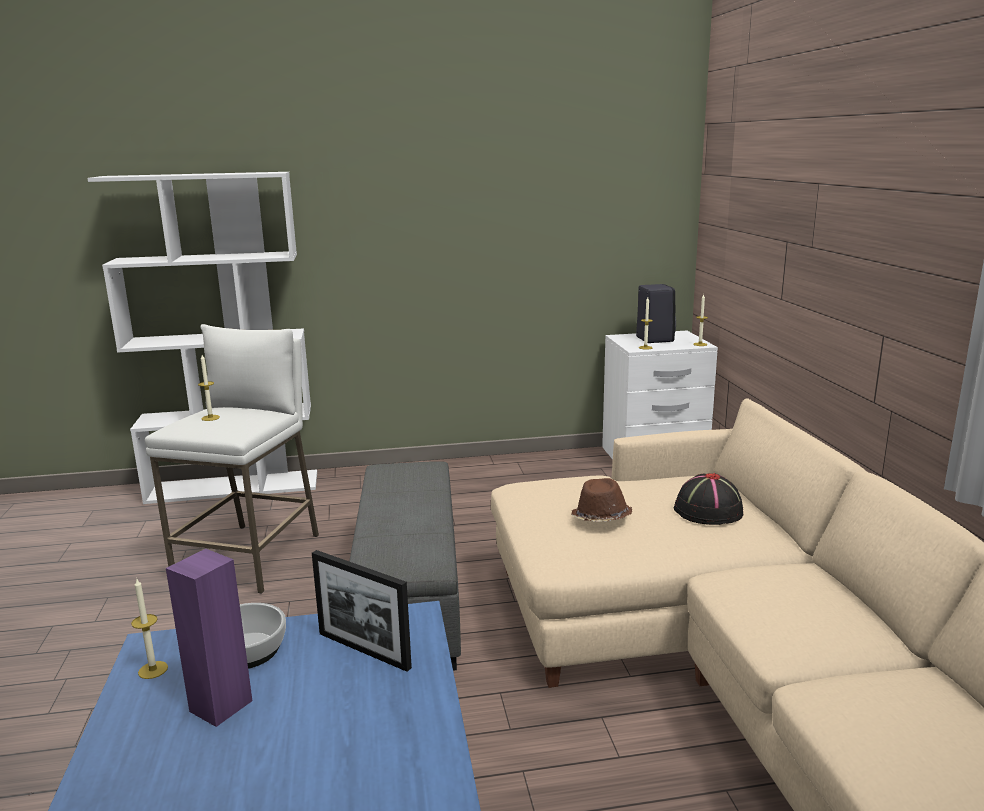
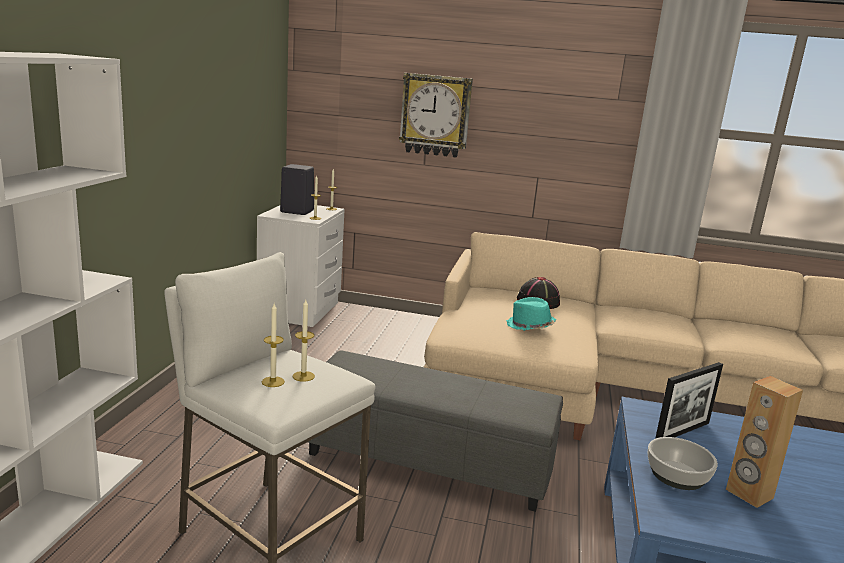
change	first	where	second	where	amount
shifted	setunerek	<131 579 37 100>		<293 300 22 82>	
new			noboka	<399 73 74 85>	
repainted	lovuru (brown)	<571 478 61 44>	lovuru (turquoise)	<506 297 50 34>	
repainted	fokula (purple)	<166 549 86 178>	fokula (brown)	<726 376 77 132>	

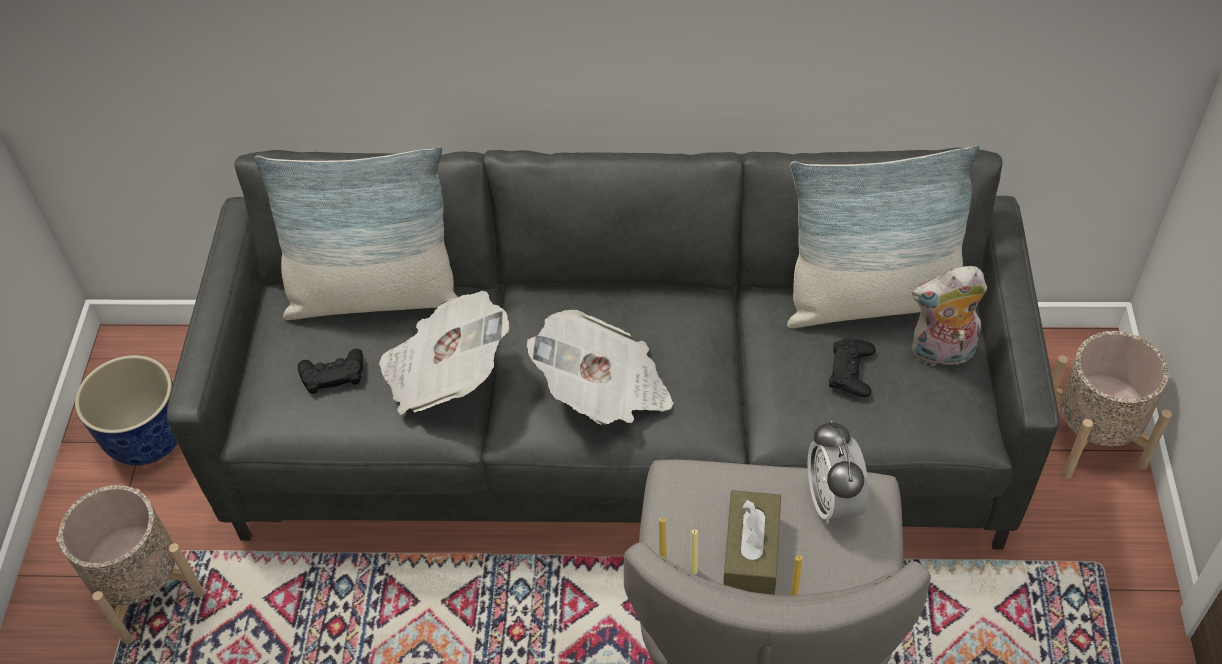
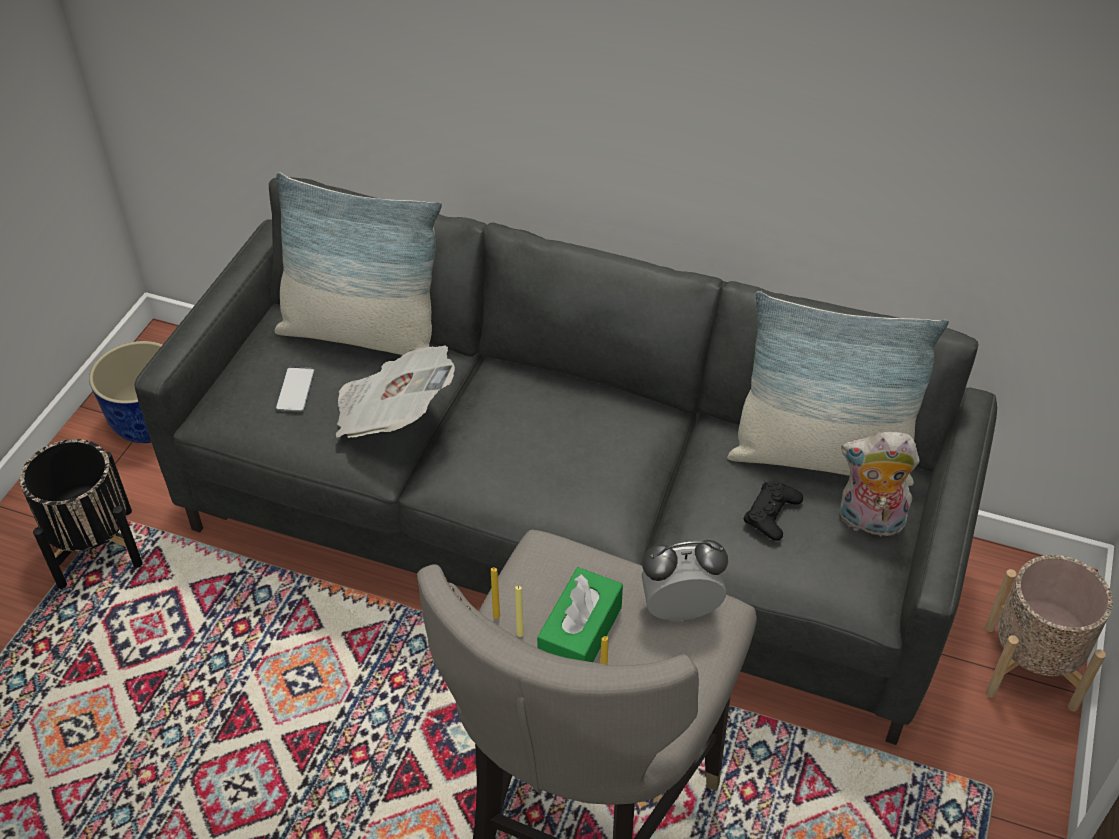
change	first	where	second	where	amount
repainted	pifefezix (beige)	<56 485 148 159>	pifefezix (black)	<20 439 123 150>	
swapped	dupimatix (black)	<298 349 65 45>	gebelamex	<276 367 39 44>	
repainted	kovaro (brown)	<723 490 58 105>	kovaro (green)	<537 567 86 95>	
rotated	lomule	<807 420 62 104>		<641 540 87 81>	75 degrees clockwise
gone	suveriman	<527 310 147 115>			

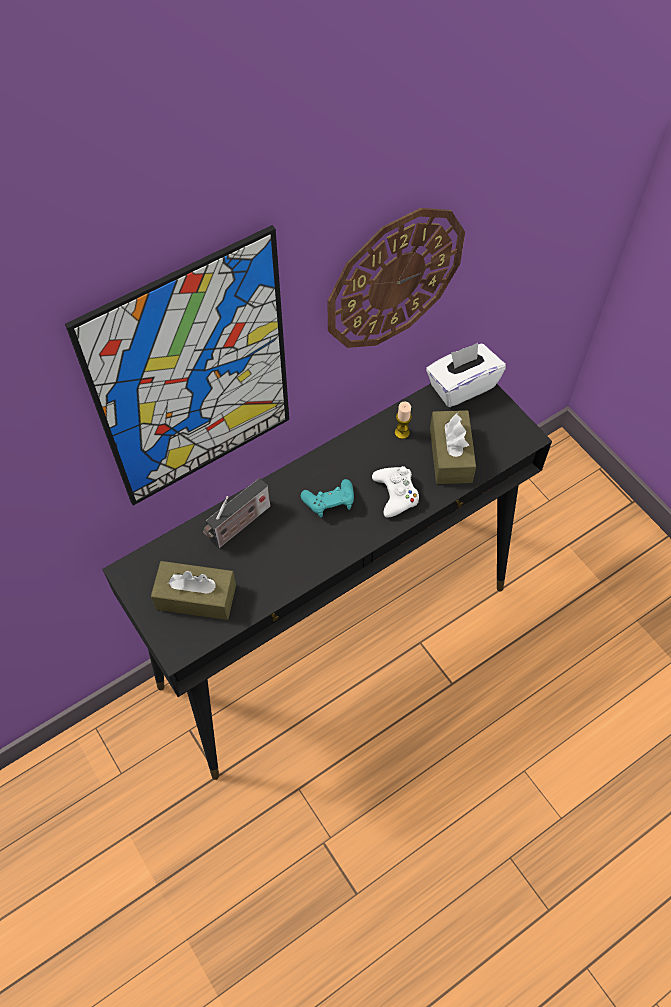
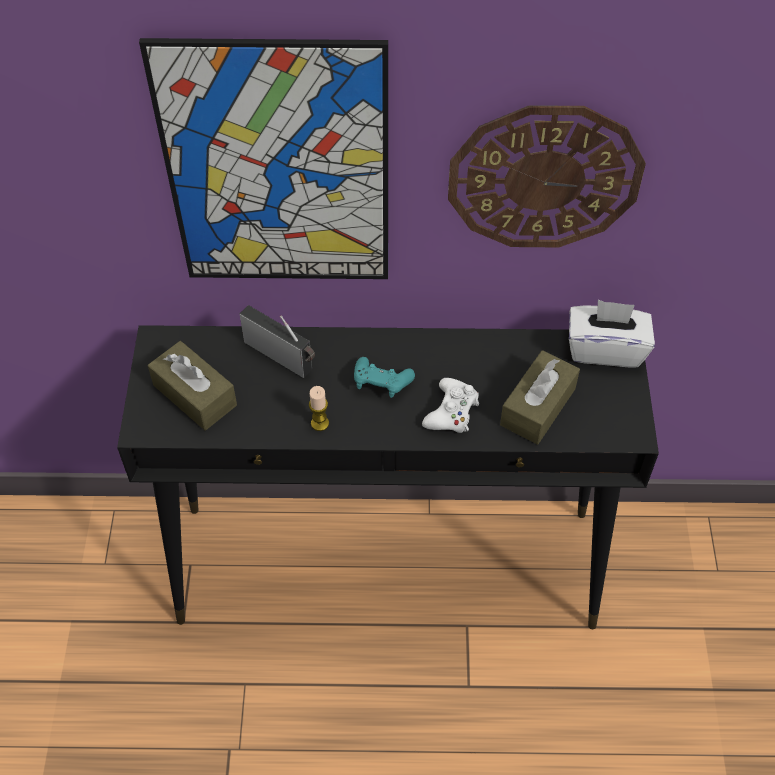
change	first	where	second	where	amount
rotated	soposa	<203 478 67 71>		<240 305 75 73>	135 degrees counterclockwise
shifted	setunerek	<395 401 17 38>		<309 386 20 45>	

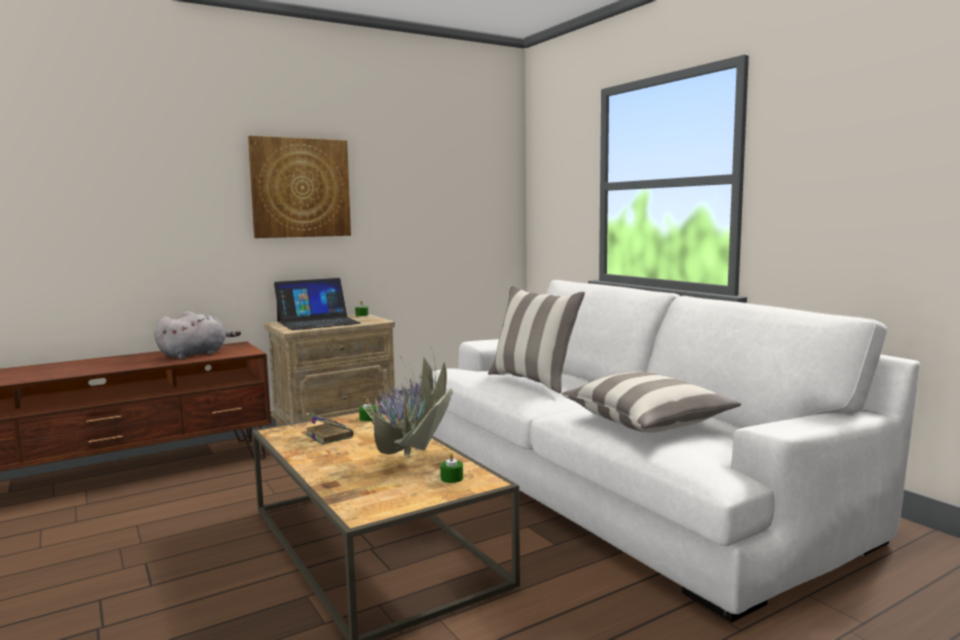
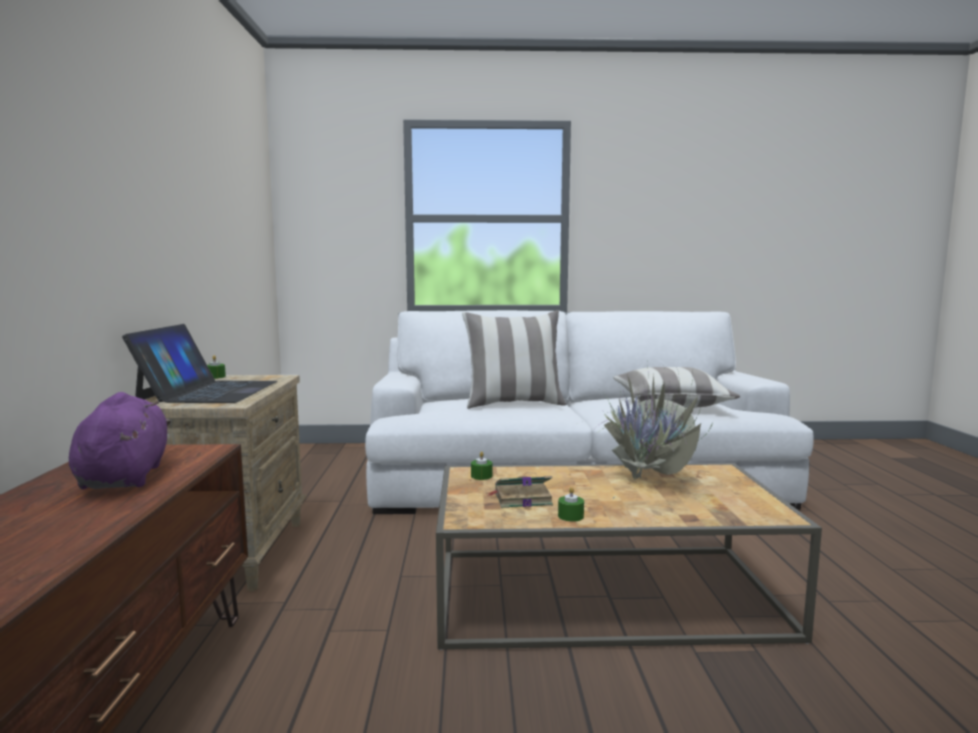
change	first	where	second	where	amount
repainted	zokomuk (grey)	<154 311 87 48>	zokomuk (purple)	<69 392 102 97>	
shifted	setunerek (green)	<440 453 23 30>		<558 487 26 35>	
gone	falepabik	<248 136 103 102>			

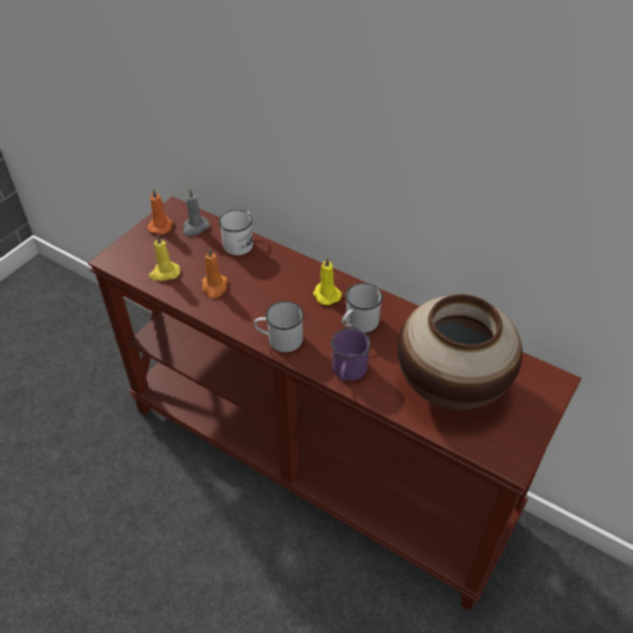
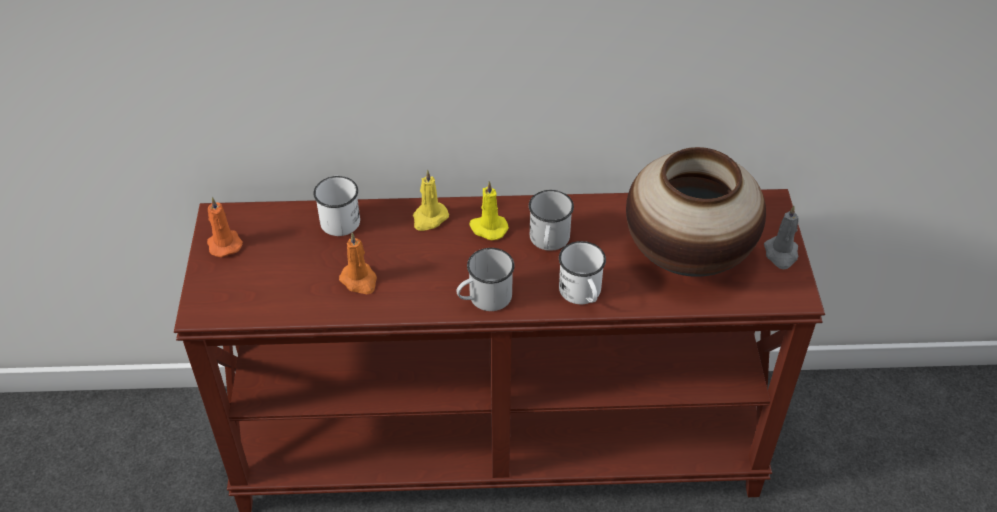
change	first	where	second	where	amount
shifted	setunerek (yellow)	<149 234 31 47>		<413 169 36 62>	
repainted	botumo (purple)	<331 328 40 53>	botumo (white)	<559 241 47 63>	
shifted	setunerek (grey)	<183 189 27 47>		<764 206 35 63>	

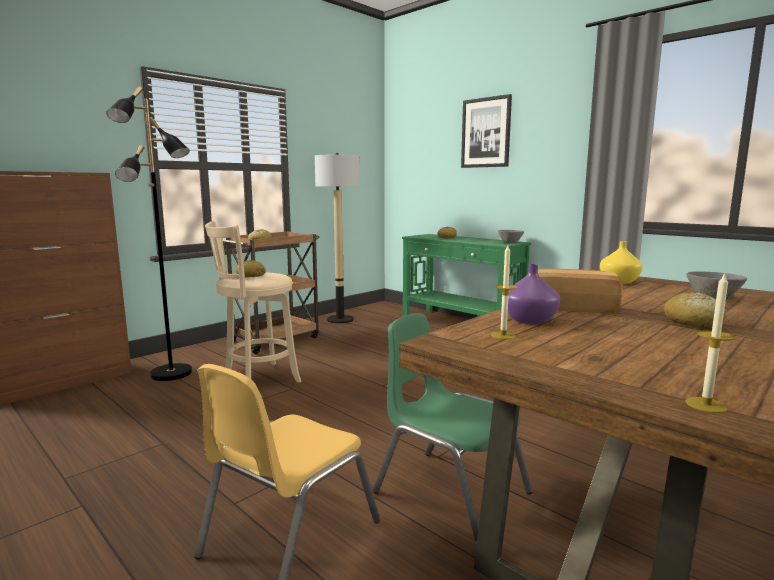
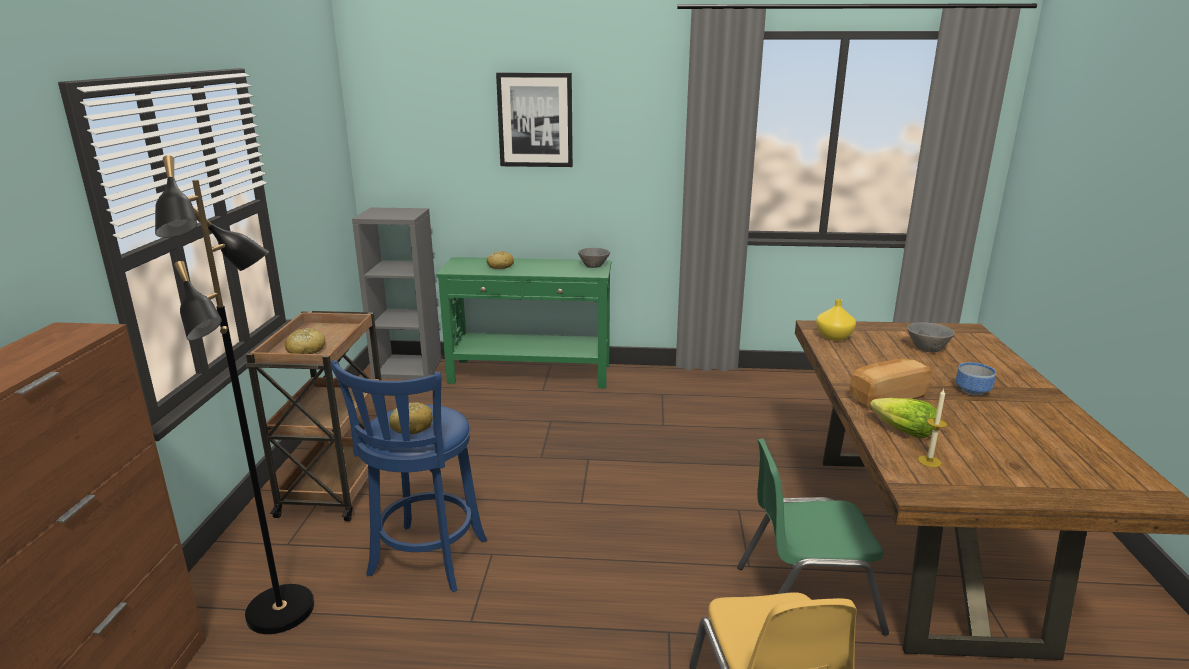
change	first	where	second	where	amount
repainted	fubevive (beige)	<205 221 97 162>	fubevive (blue)	<331 360 157 232>	
new			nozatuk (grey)	<352 207 90 172>	
swapped	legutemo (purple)	<508 264 52 61>	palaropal	<870 398 67 40>	
swapped	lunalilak	<664 292 63 35>	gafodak	<955 362 41 34>	
gone	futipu	<315 153 45 171>			
gone	setunerek	<685 273 50 140>			

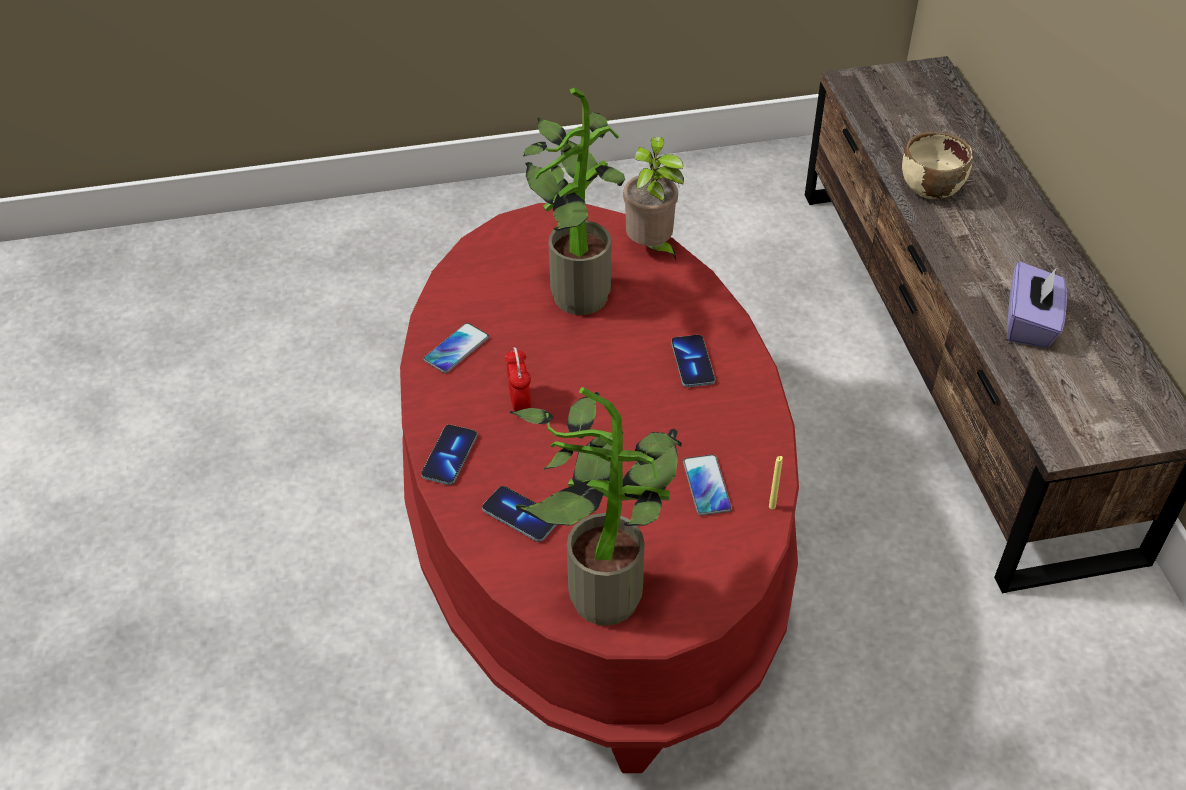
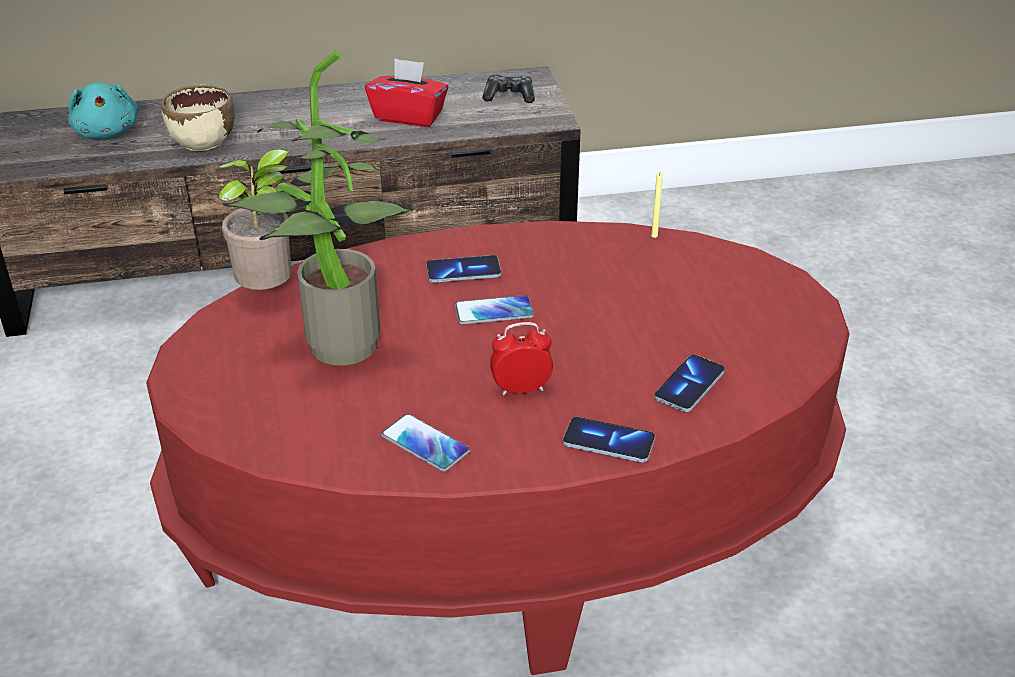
change	first	where	second	where	amount
new			zokomuk (turquoise)	<68 82 70 57>	
repainted	kovaro (purple)	<1007 262 60 86>	kovaro (red)	<365 58 83 69>	
shifted	gebelamex	<683 454 49 62>		<455 295 79 30>	
new			dupimatix	<482 75 53 28>	
gone	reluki	<510 387 172 239>			

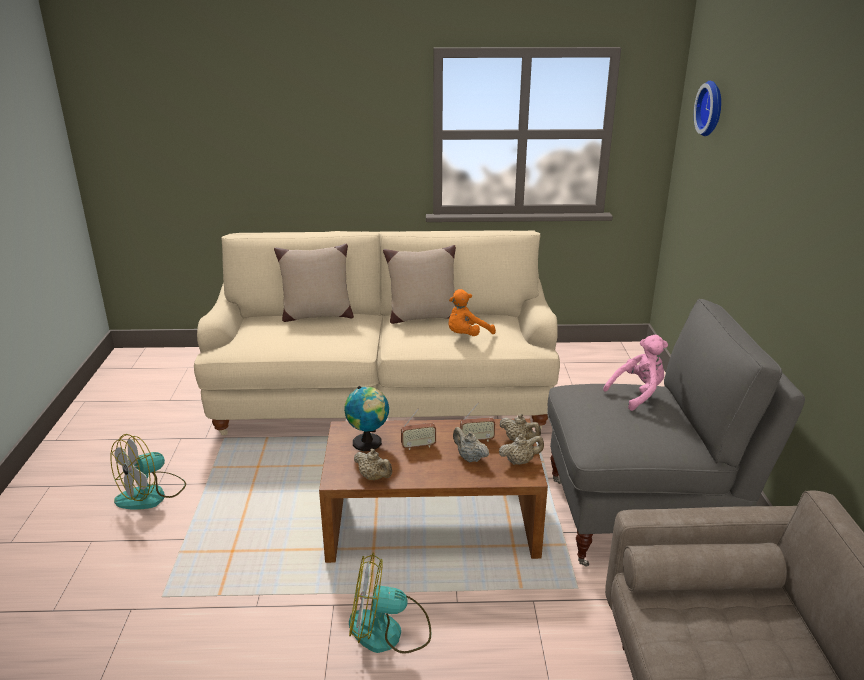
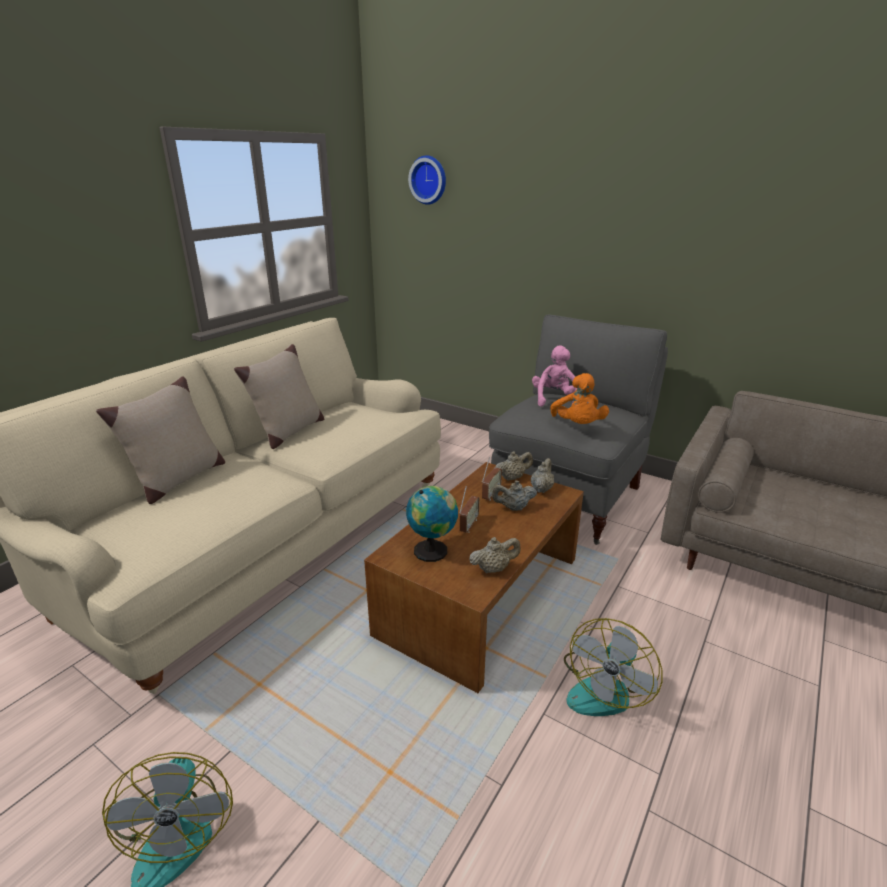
change	first	where	second	where	amount
shifted	zokomuk (orange)	<448 289 48 47>		<550 373 59 51>	

